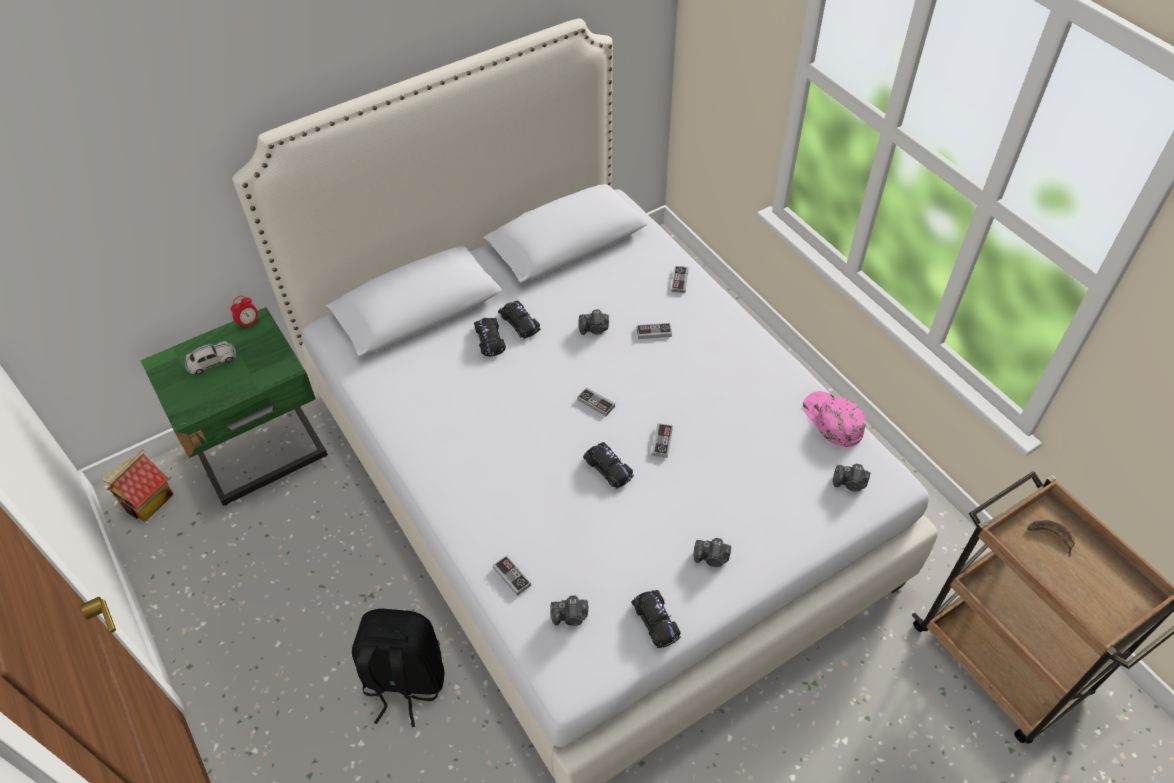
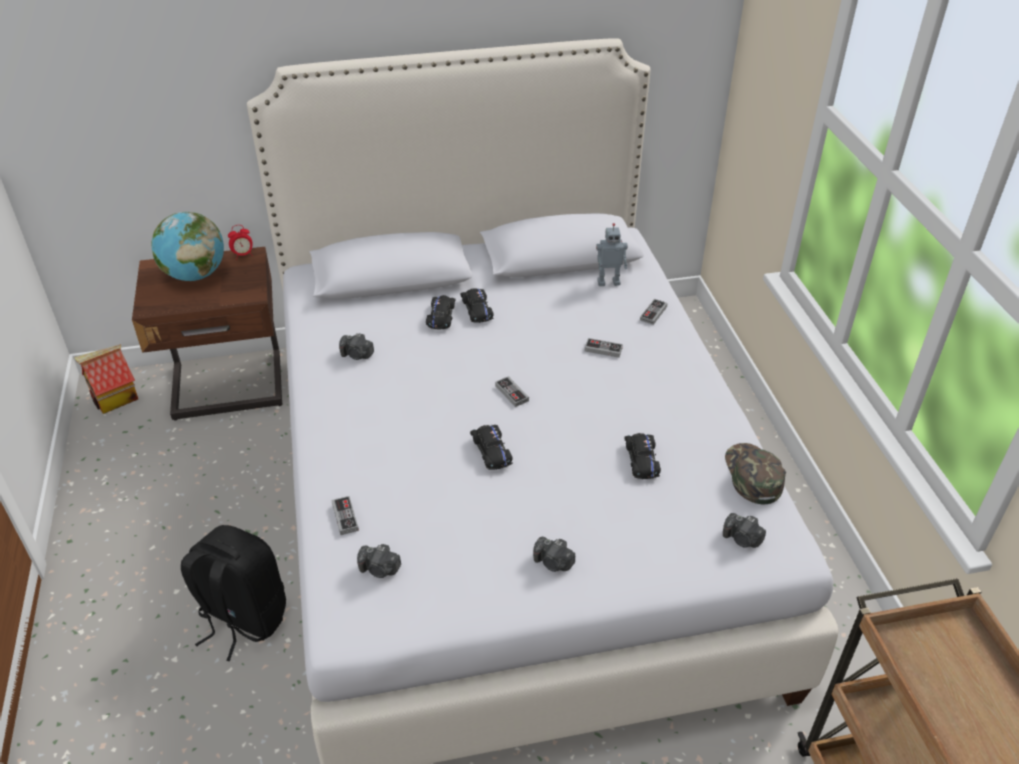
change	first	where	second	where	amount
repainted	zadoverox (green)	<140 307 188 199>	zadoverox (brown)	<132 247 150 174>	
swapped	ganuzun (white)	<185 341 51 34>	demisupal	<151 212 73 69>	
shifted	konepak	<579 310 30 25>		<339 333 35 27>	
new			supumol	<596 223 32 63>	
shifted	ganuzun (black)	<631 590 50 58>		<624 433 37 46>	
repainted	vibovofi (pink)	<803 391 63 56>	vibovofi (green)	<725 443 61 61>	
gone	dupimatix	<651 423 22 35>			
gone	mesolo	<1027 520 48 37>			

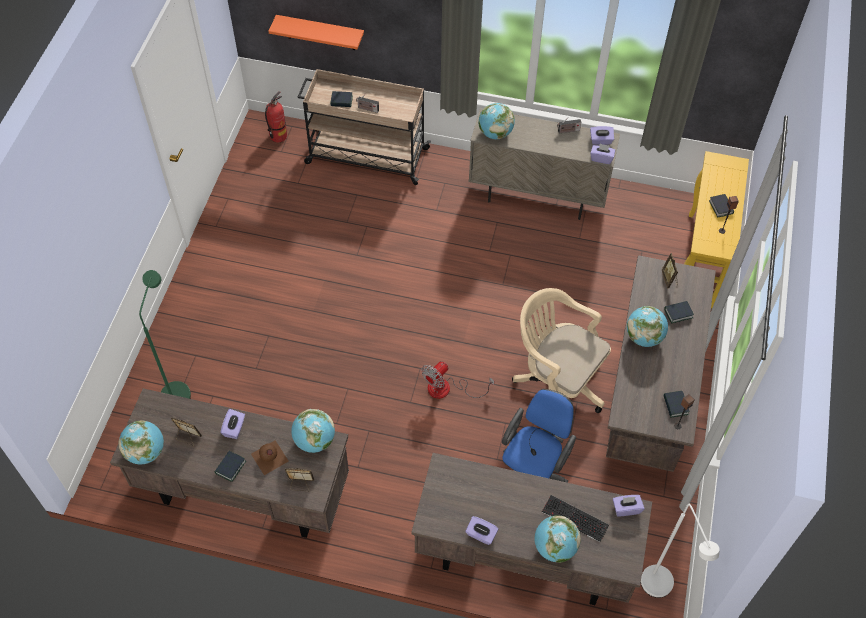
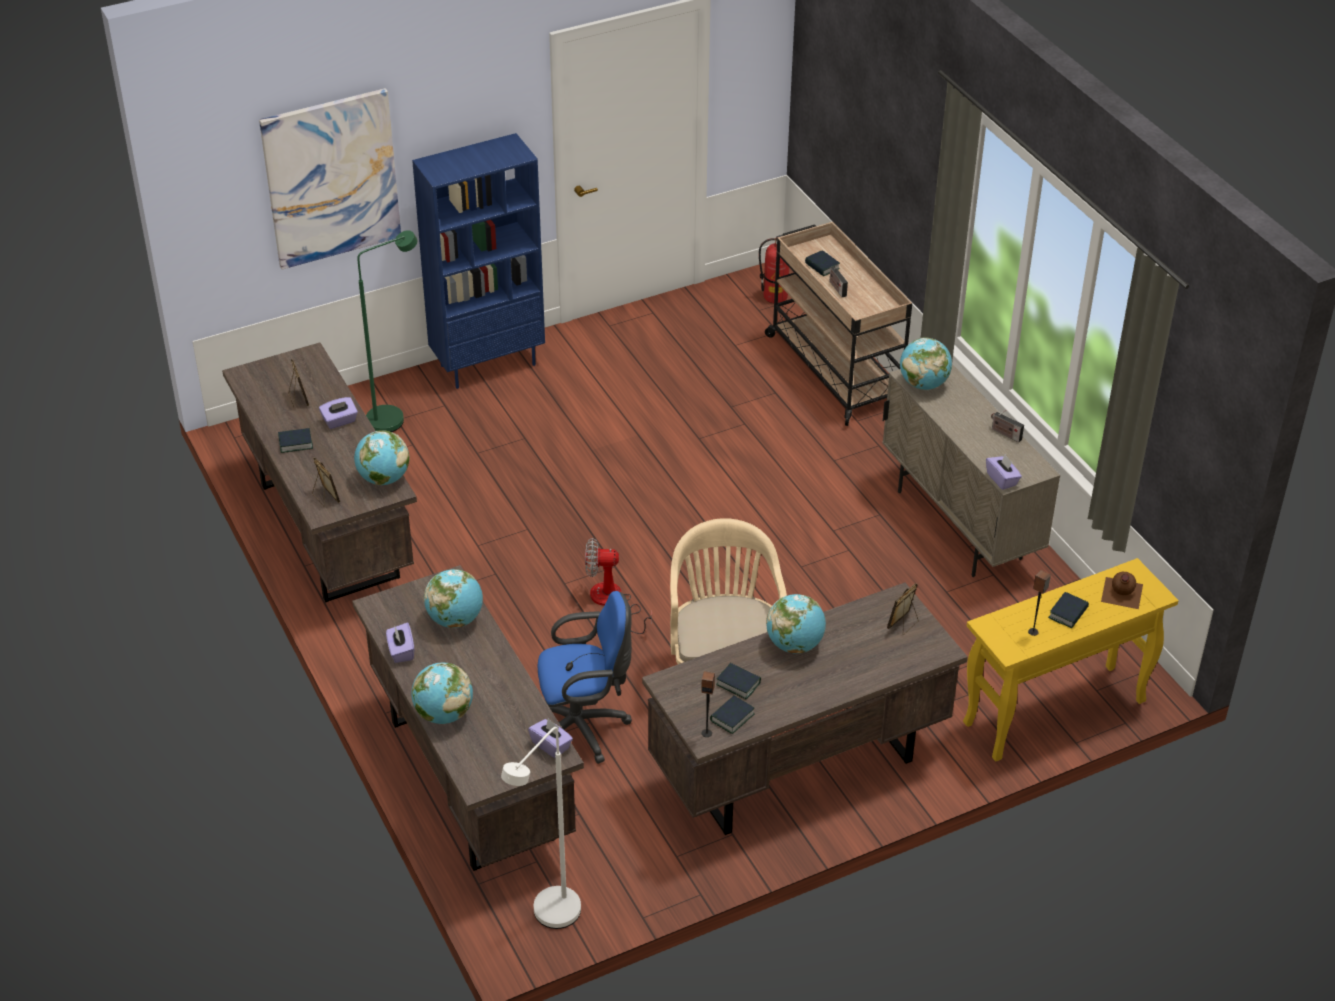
change	first	where	second	where	amount
new			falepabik	<259 88 142 182>	
new			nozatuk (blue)	<412 133 133 256>	
shifted	demisupal	<118 420 46 45>		<424 569 59 59>	
shifted	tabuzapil	<664 301 30 22>		<716 663 45 37>	
shifted	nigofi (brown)	<251 440 38 35>		<1101 572 42 37>	
gone	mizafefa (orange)	<268 15 96 35>			
gone	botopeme	<542 495 67 47>			
gone	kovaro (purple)	<590 126 24 19>			

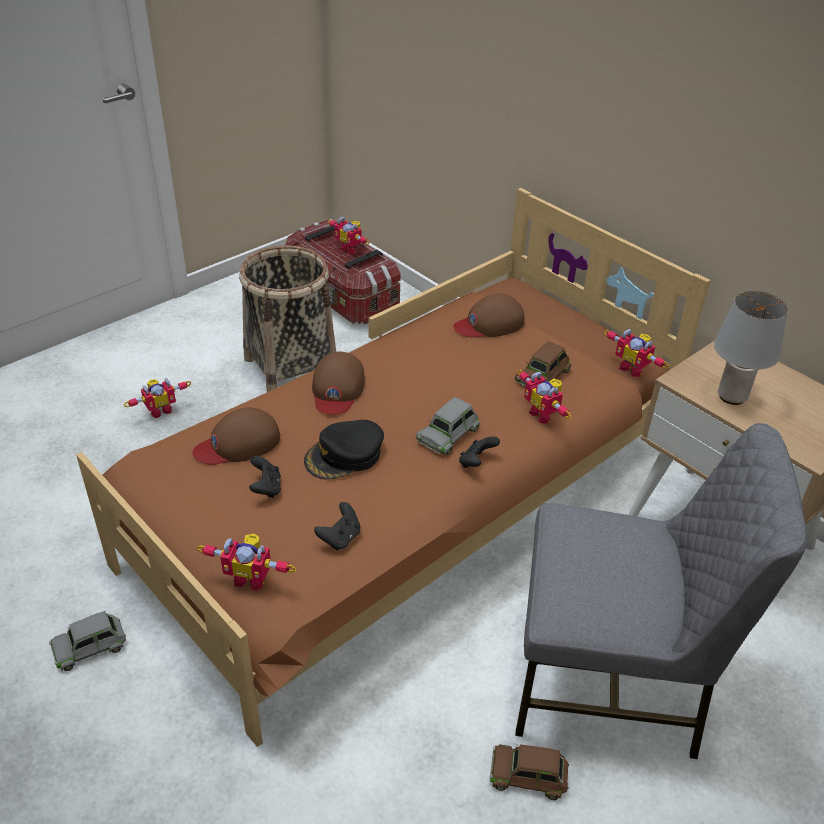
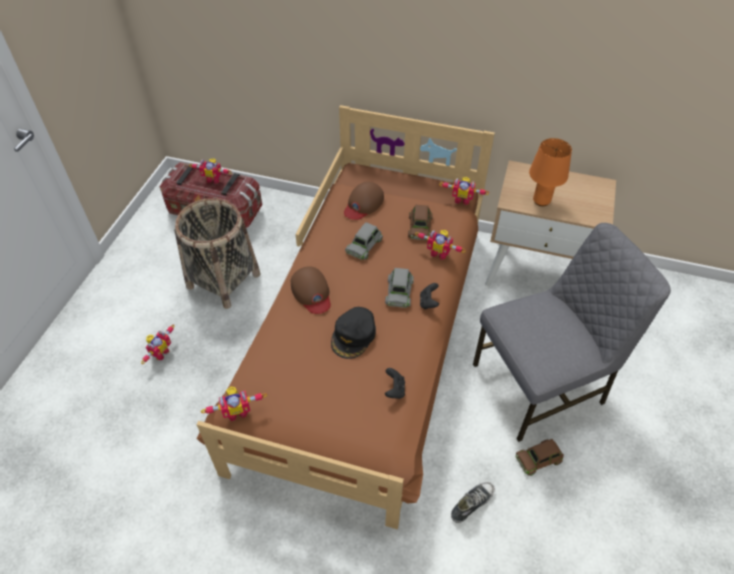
change	first	where	second	where	amount
shifted	supumol	<197 534 99 57>		<201 386 66 35>	
shifted	ganuzun (grey)	<49 611 77 60>		<345 222 38 38>	
new			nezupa	<451 482 44 41>	
repainted	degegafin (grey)	<714 291 74 114>	degegafin (orange)	<529 138 43 68>	
gone	vibovofi (brown)	<192 407 88 58>			
gone	dupimatix (black)	<249 456 32 42>			

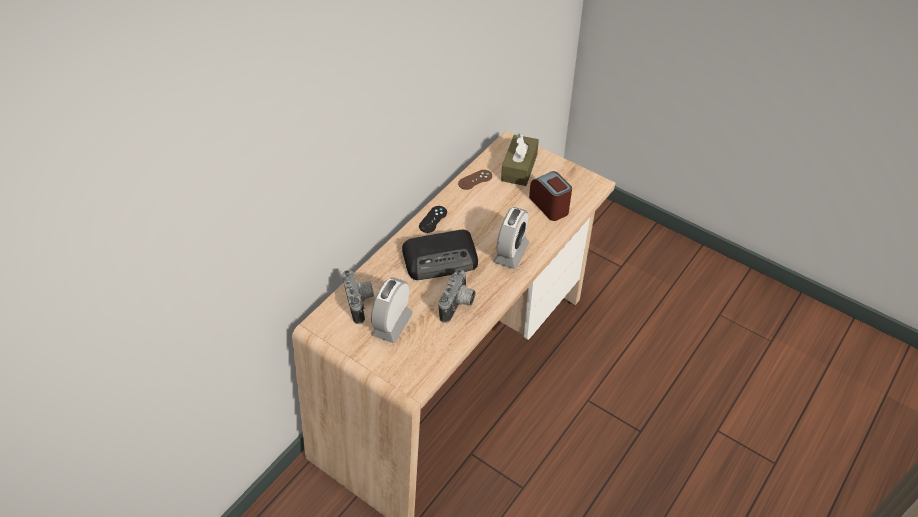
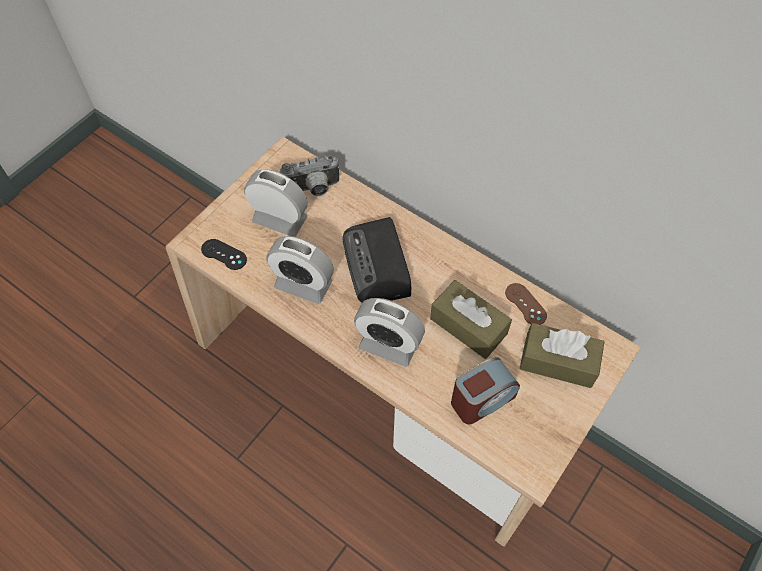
change	first	where	second	where	amount
shifted	dupimatix (black)	<419 206 28 27>		<201 239 46 31>	
swapped	konepak	<438 270 38 53>	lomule	<266 236 68 68>	
new			kovaro (brown)	<430 280 82 79>	

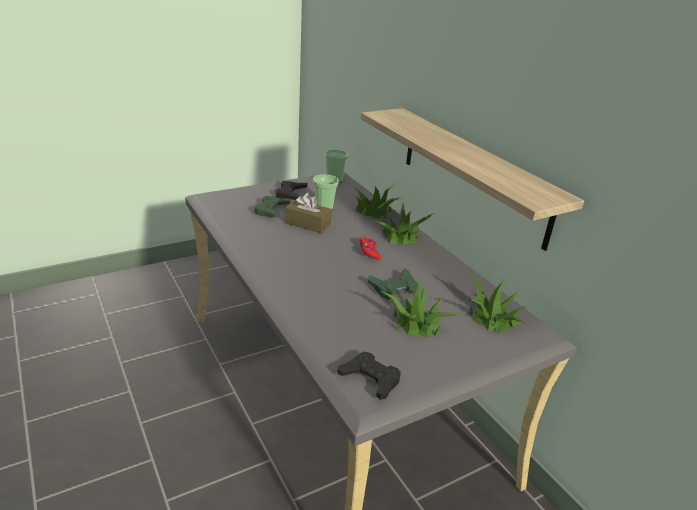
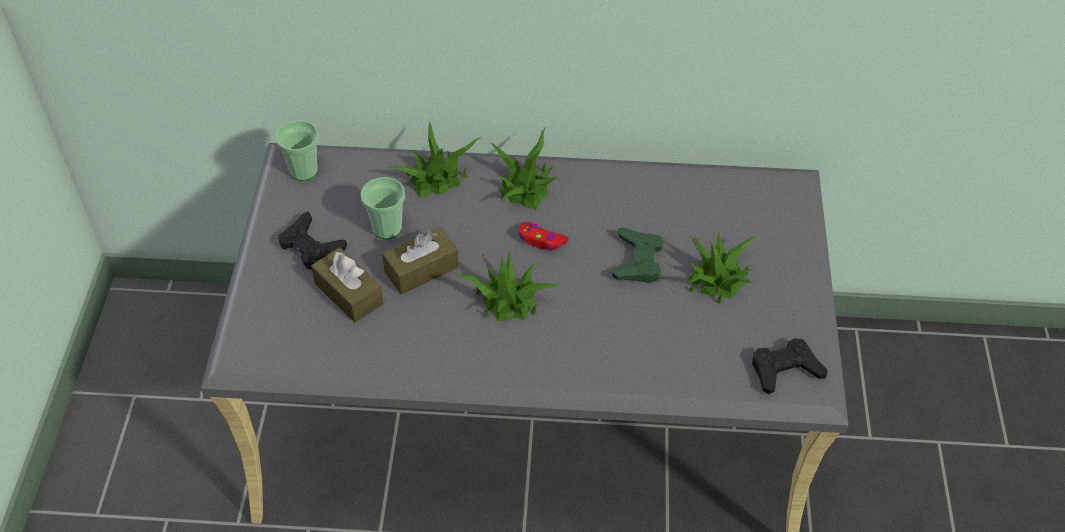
change	first	where	second	where	amount
swapped	dupimatix (green)	<255 196 36 21>	kovaro (brown)	<311 247 72 76>	
shifted	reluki	<468 273 58 61>		<453 250 108 71>	
gone	mizafefa	<361 108 223 143>			

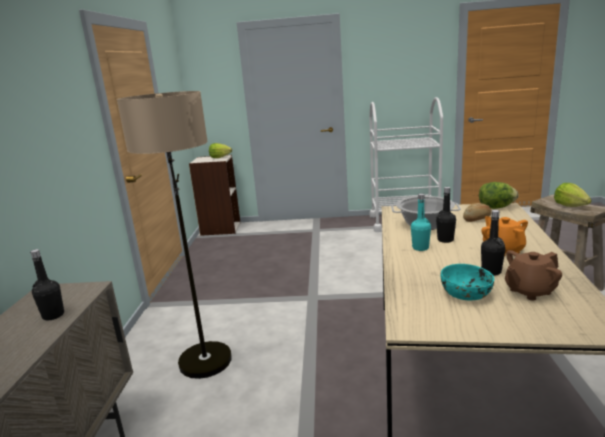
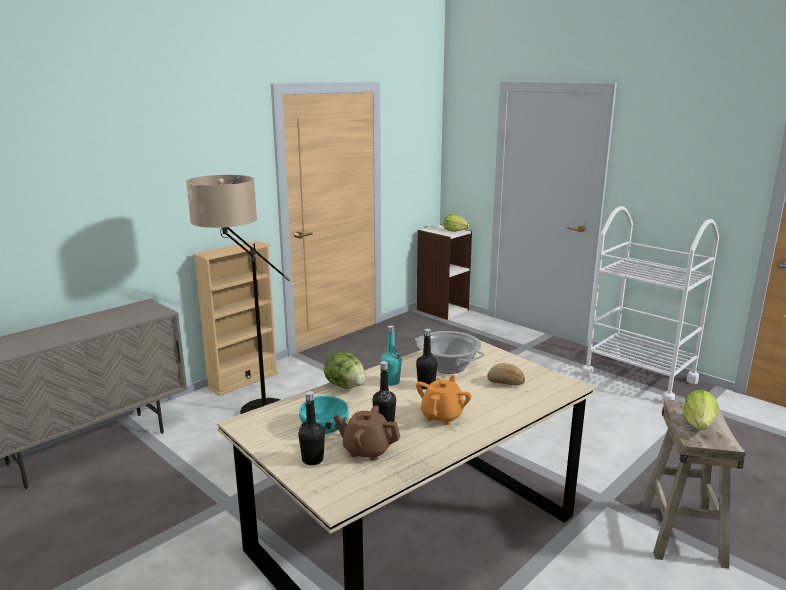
change	first	where	second	where	amount
new			nozatuk (beige)	<193 240 86 156>	
shifted	nigofi (black)	<30 249 34 71>		<298 391 27 74>	
shifted	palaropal	<479 182 39 27>		<324 351 42 37>	

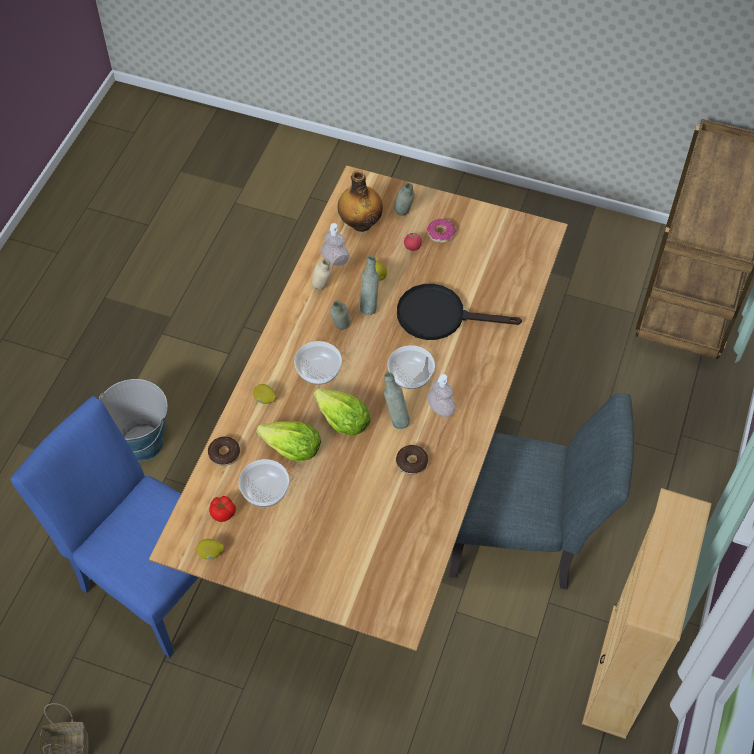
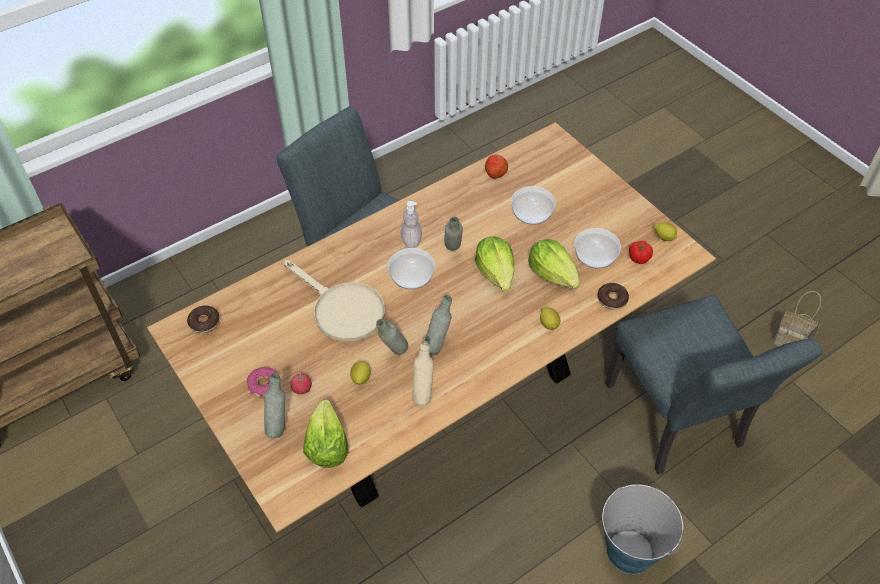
change	first	where	second	where	amount
shifted	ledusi	<396 445 32 30>		<187 306 33 27>	
repainted	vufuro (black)	<397 284 125 56>	vufuro (beige)	<284 260 101 82>	
swapped	nigofi	<338 170 45 62>	palaropal	<303 400 45 68>	
new			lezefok	<485 154 23 25>	
shifted	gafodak	<294 341 48 44>		<511 186 45 39>	
repainted	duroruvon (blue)	<10 396 189 262>	duroruvon (grey)	<605 295 218 179>	
gone	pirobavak	<321 223 29 43>			
gone	nozatuk (beige)	<582 488 130 251>			

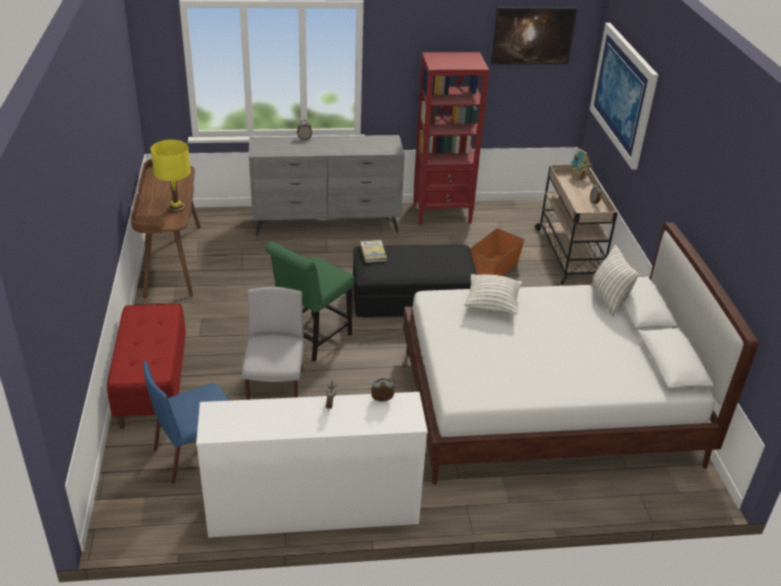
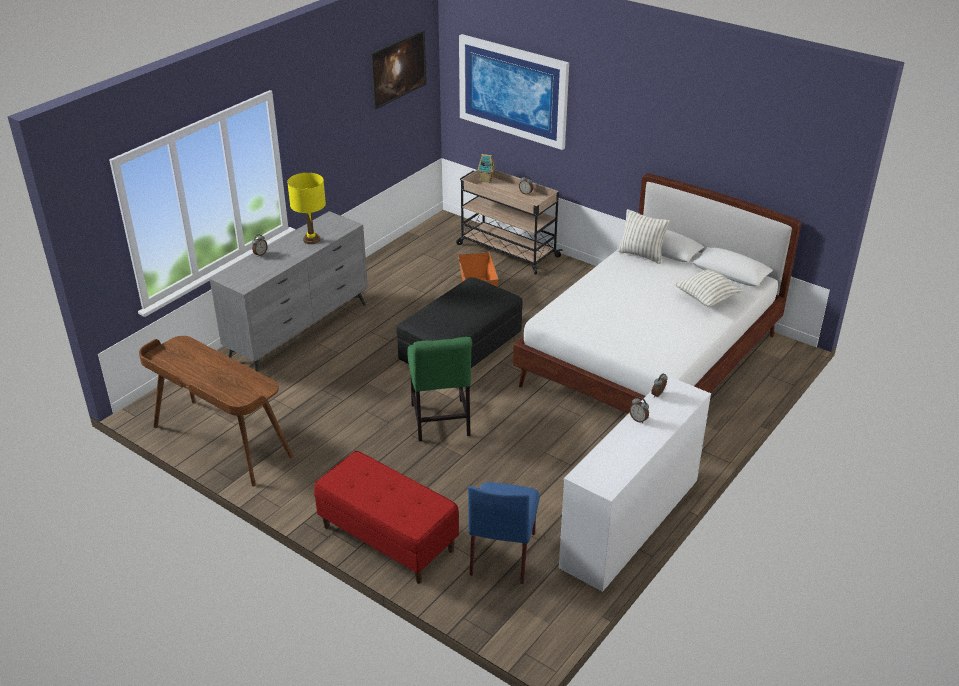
change	first	where	second	where	amount
shifted	degegafin (yellow)	<151 140 40 73>		<287 173 39 71>	
shifted	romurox	<464 274 58 40>		<675 269 68 38>	
gone	duroruvon (grey)	<242 287 62 113>			
gone	tabuzapil	<360 240 27 23>			
gone	nozatuk (red)	<413 52 76 173>			

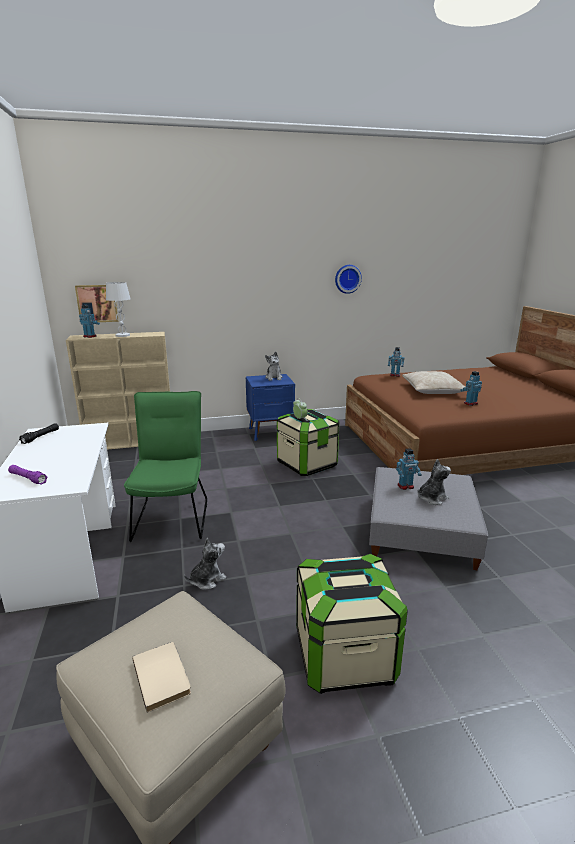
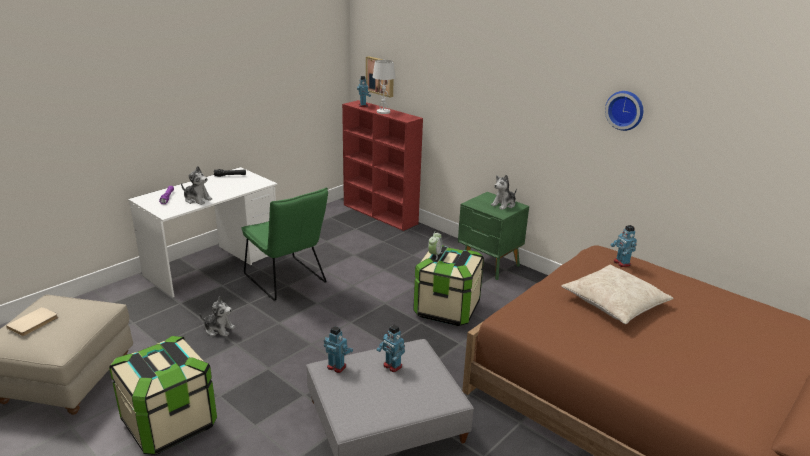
change	first	where	second	where	amount
shifted	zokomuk	<418 459 33 46>		<181 166 32 39>	
rotated	duroruvon (green)	<124 391 83 151>		<242 188 86 113>	90 degrees clockwise
shifted	supumol	<460 371 22 35>		<324 326 29 47>	
repainted	nozatuk (beige)	<66 332 104 118>	nozatuk (red)	<342 100 81 131>	
repainted	zadoverox (blue)	<246 374 49 67>	zadoverox (green)	<458 192 71 88>	

